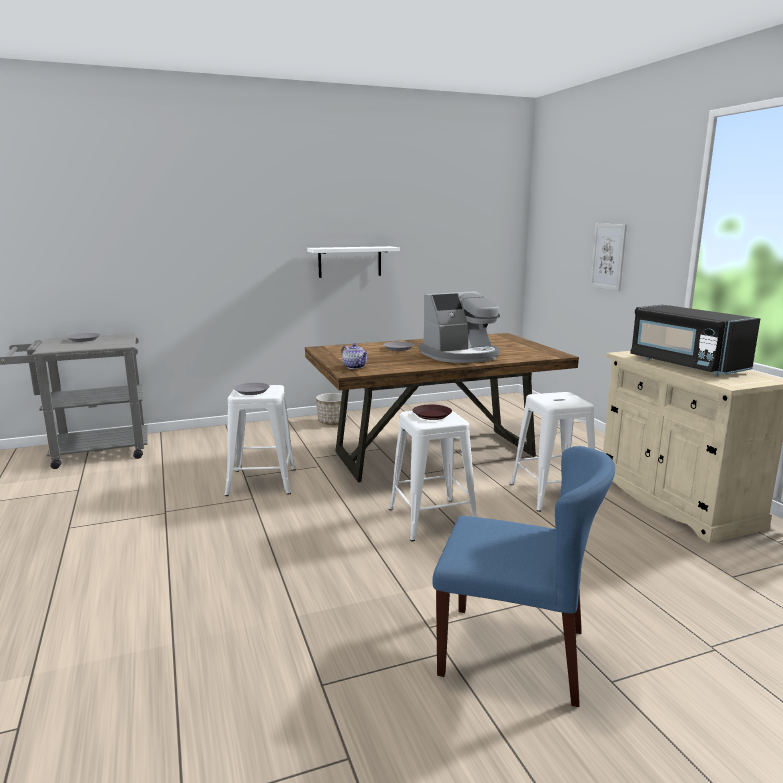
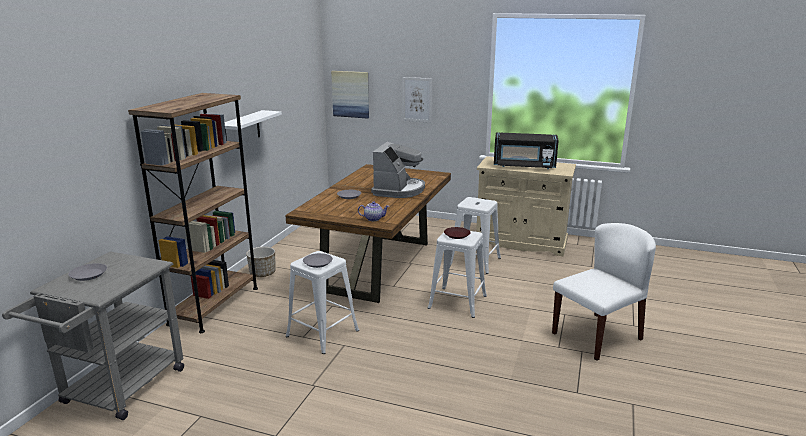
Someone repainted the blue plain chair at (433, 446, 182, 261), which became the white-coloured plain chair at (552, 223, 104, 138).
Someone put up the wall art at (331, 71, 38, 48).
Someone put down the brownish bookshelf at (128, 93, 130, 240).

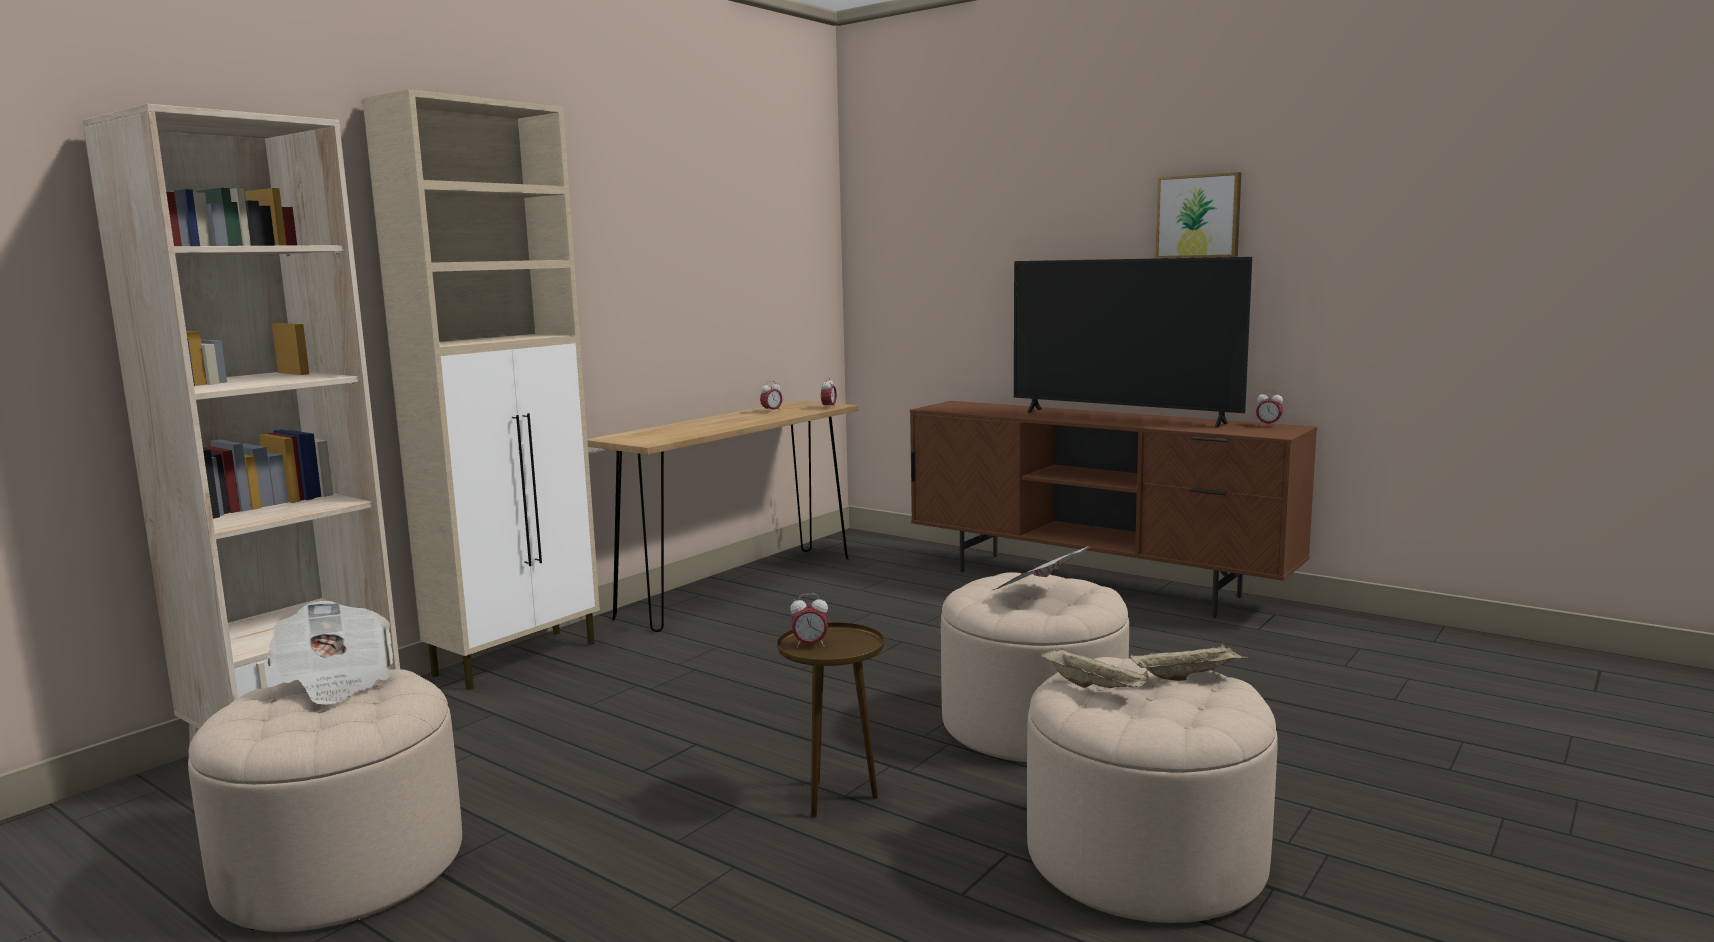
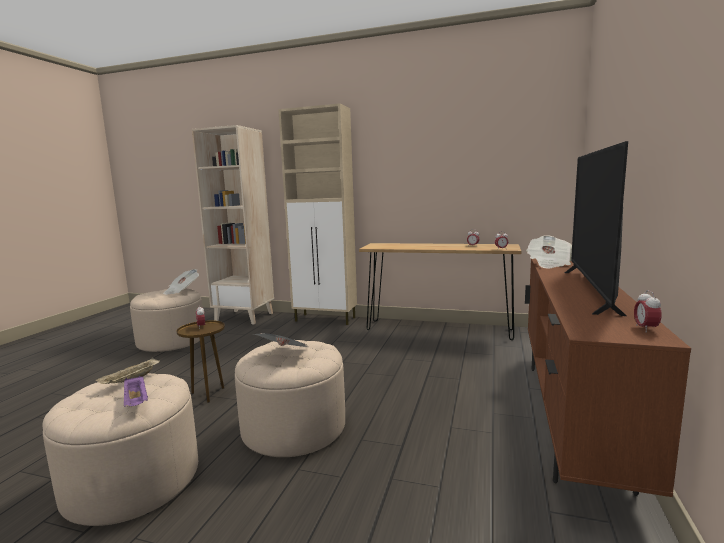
Someone took away the wall art at (1155, 172, 86, 86).
Someone repainted the beige-coloured serving tray at (1130, 643, 118, 38), which became the purplish serving tray at (124, 376, 24, 31).
Someone put down the daily paper at (526, 235, 46, 33).

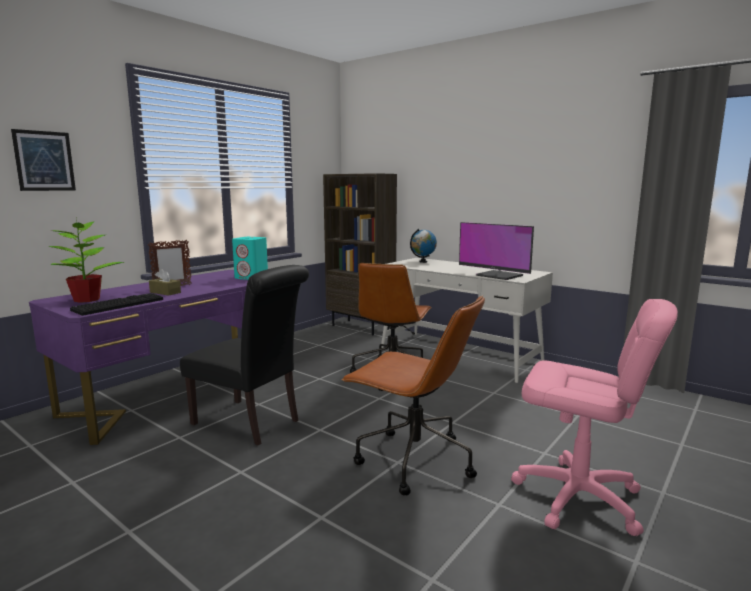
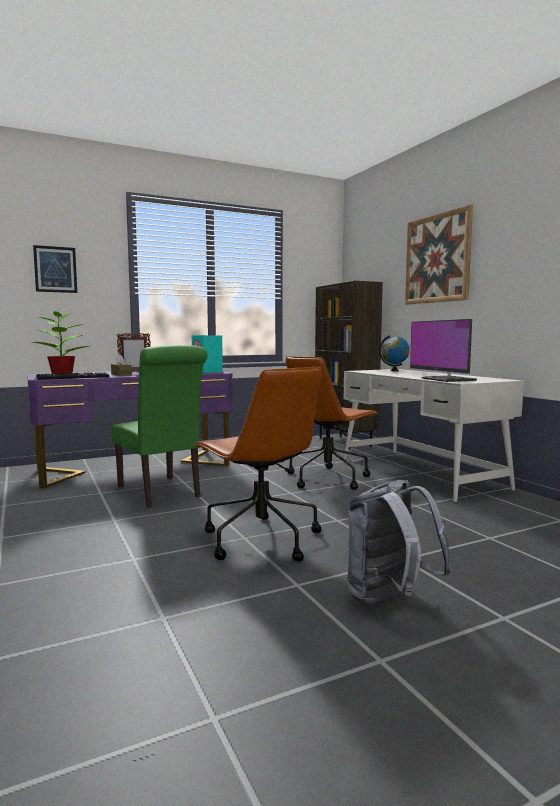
Someone repainted the blackish plain chair at (180, 265, 129, 180), which became the green plain chair at (111, 345, 96, 162).
Someone swapped the pink-coloured office chair at (511, 299, 167, 237) for the grey backpack at (347, 480, 105, 124).
Someone put up the wall art at (405, 205, 68, 100).

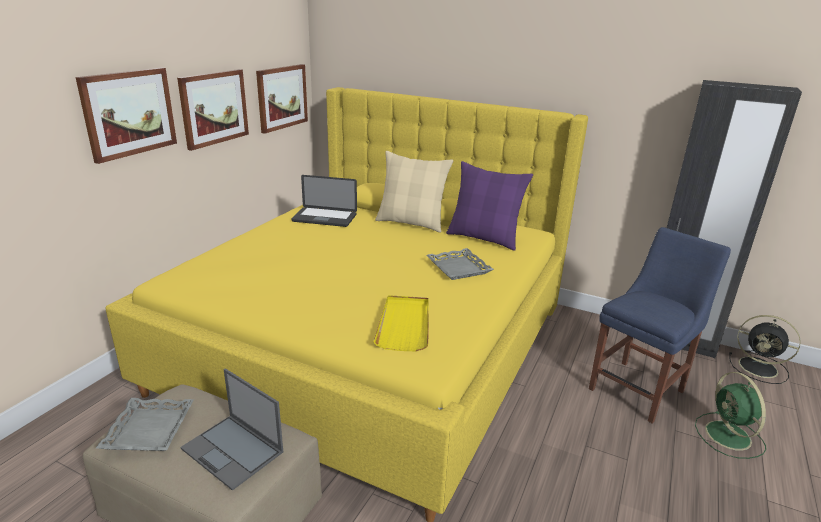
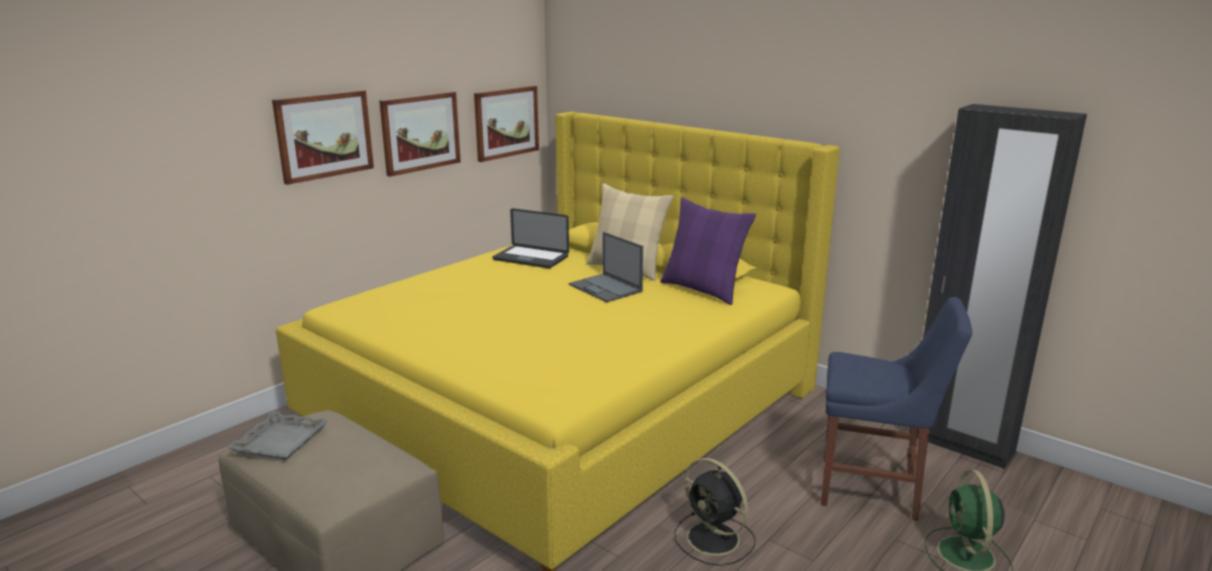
Someone rotated the blue plain chair at (589, 227, 142, 196) by 45 degrees clockwise.
Someone took away the grey serving tray at (427, 248, 67, 32).
Someone took away the yellow serving tray at (373, 295, 56, 56).
Someone carried the blackish electric fan from (729, 315, 72, 69) to (674, 458, 82, 108).
Someone carried the portable computer from (180, 368, 103, 123) to (569, 232, 74, 70).

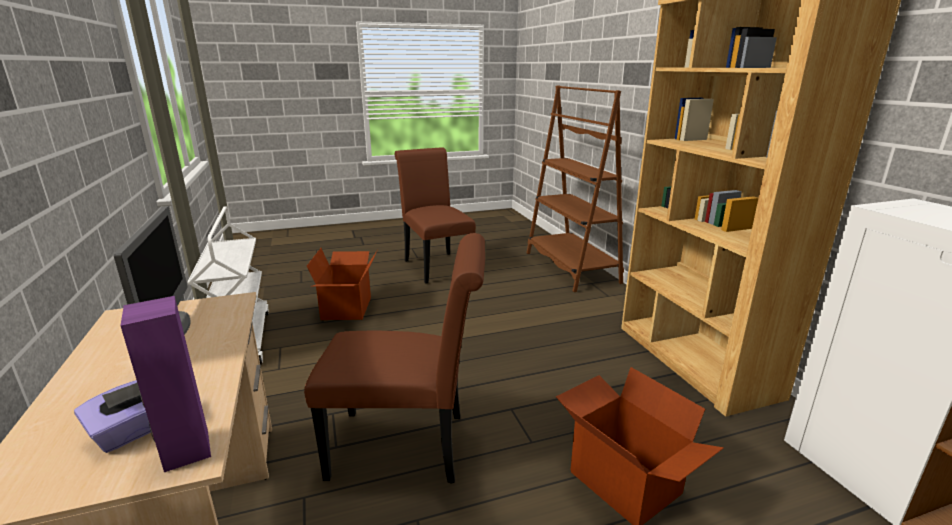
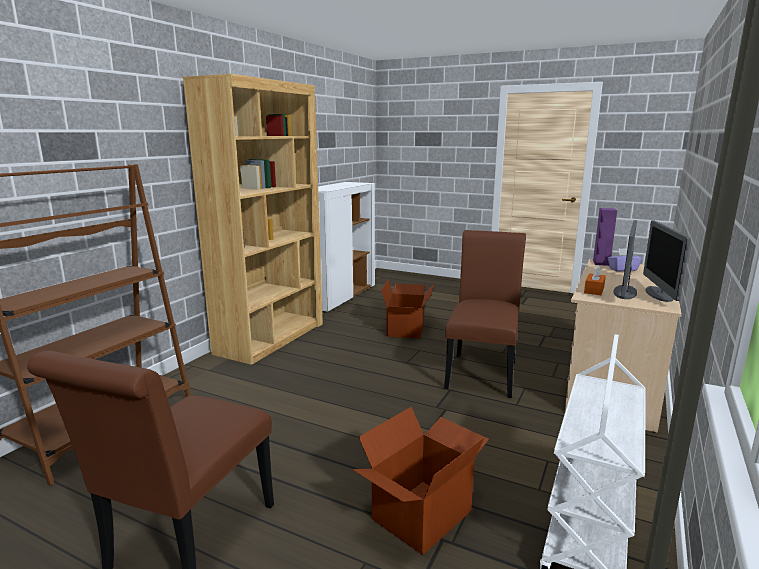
Someone rotated the brownish plain chair at (304, 233, 181, 250) by 60 degrees clockwise.
Someone put down the monitor at (643, 221, 48, 81).
Someone put down the orange-coloured box of tissues at (584, 266, 22, 29).

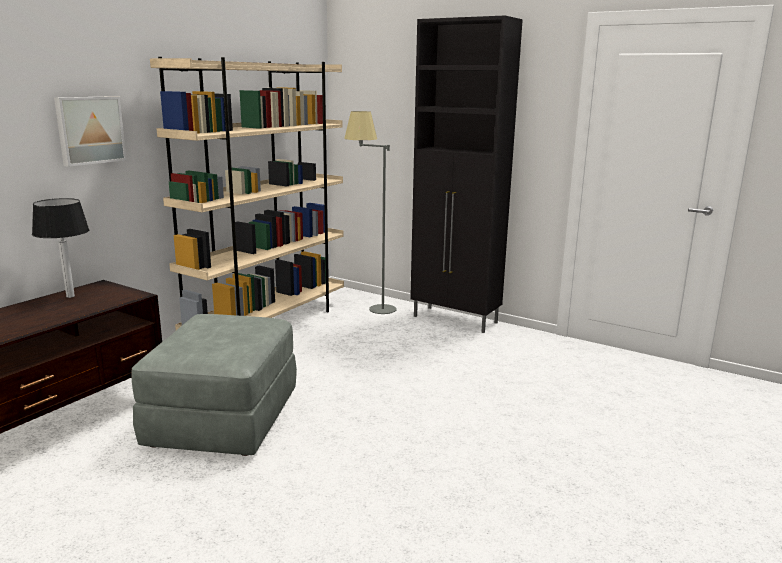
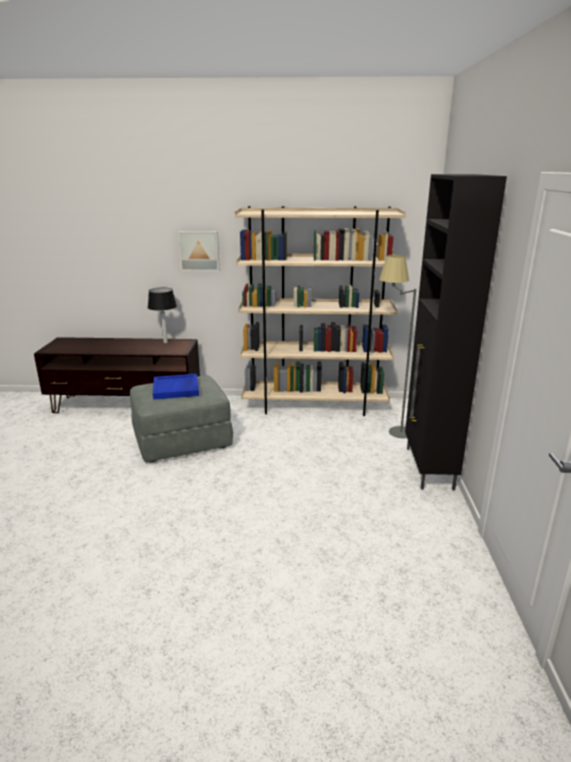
Someone put down the blue serving tray at (153, 374, 46, 26).

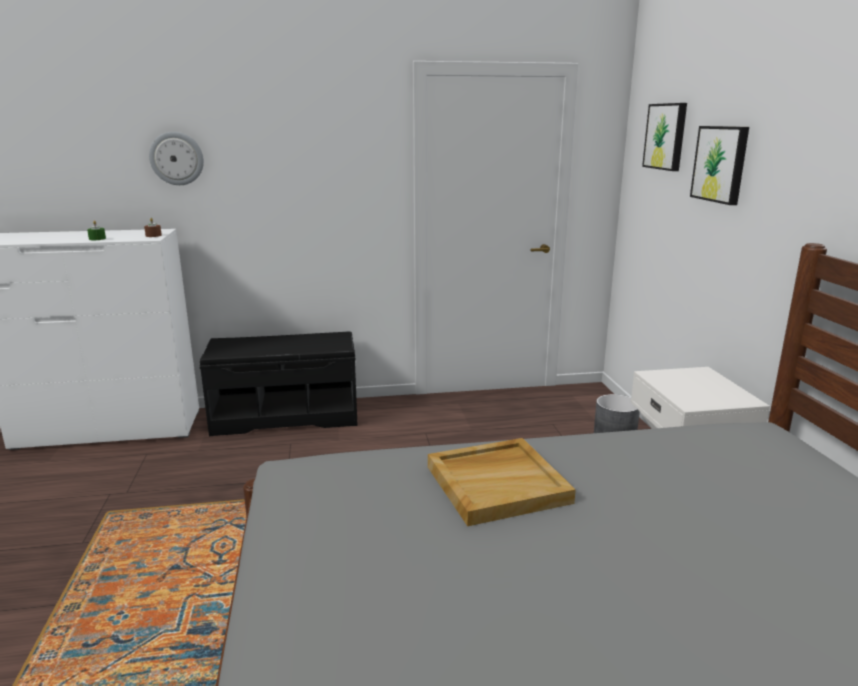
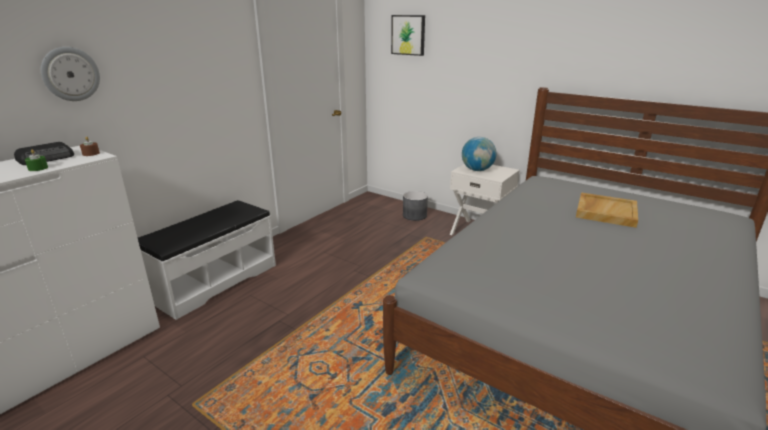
Someone took away the wall art at (690, 126, 59, 79).
Someone repainted the blackish indoor bench at (199, 331, 159, 105), which became the white-coloured indoor bench at (138, 200, 138, 120).
Someone carried the beige-coloured serving tray from (428, 438, 148, 88) to (576, 192, 62, 36).
Someone put down the world globe at (462, 137, 35, 34).
Someone put down the radio set at (14, 142, 60, 23).

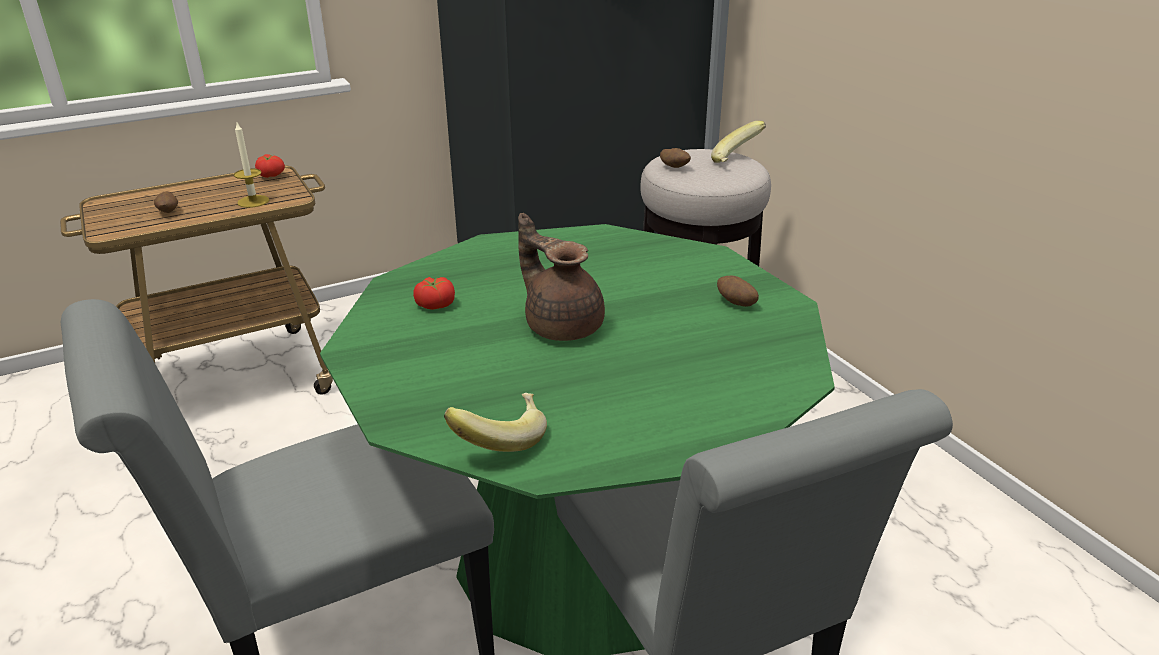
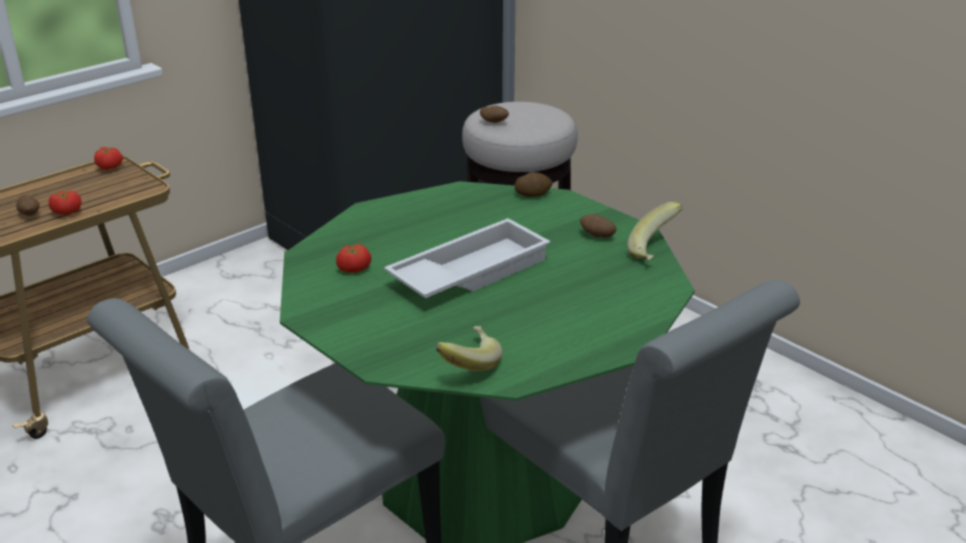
Someone carried the banana fruit from (711, 121, 55, 42) to (627, 202, 56, 59).
Someone took away the candle at (234, 123, 35, 85).
Someone swapped the brownish pot for tea at (518, 213, 87, 128) for the white-coloured serving tray at (384, 218, 167, 80).
Someone put down the potato at (515, 172, 38, 25).
Someone put down the tomato at (49, 191, 33, 24).

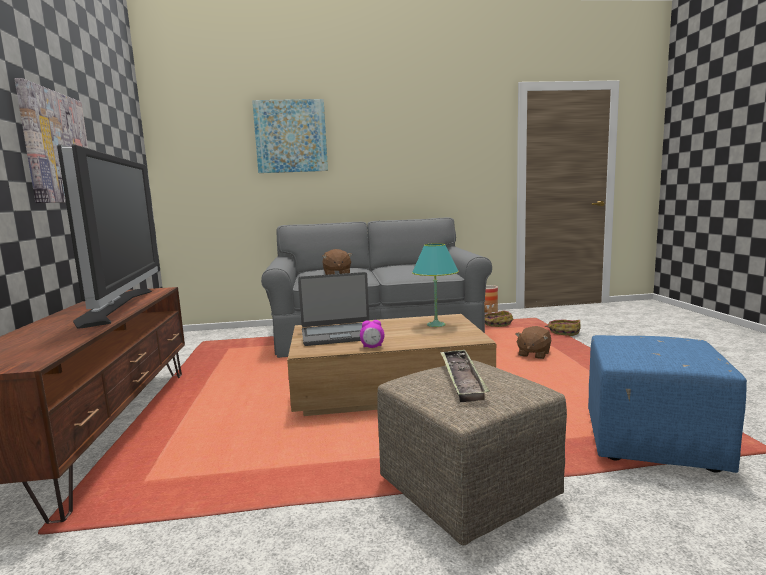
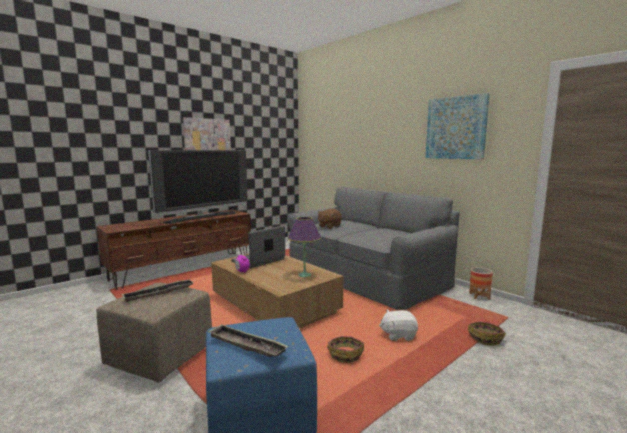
Someone carried the wall art from (252, 99, 76, 74) to (426, 93, 64, 66).
Someone repainted the turquoise lamp for a table at (412, 243, 47, 84), which became the purplish lamp for a table at (288, 217, 33, 60).
Someone rotated the portable computer at (298, 272, 71, 74) by 90 degrees clockwise.
Someone carried the basket from (485, 310, 28, 17) to (327, 336, 37, 27).
Someone repainted the brownish cuddly toy at (515, 326, 36, 33), which became the white-coloured cuddly toy at (379, 309, 39, 32).
Someone put down the serving tray at (207, 324, 81, 33).

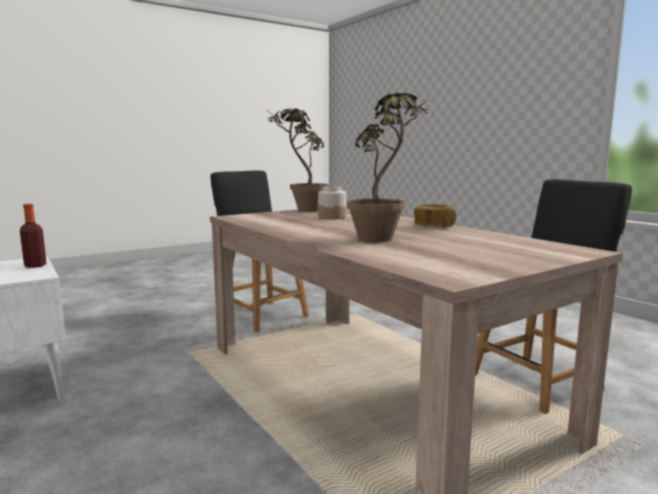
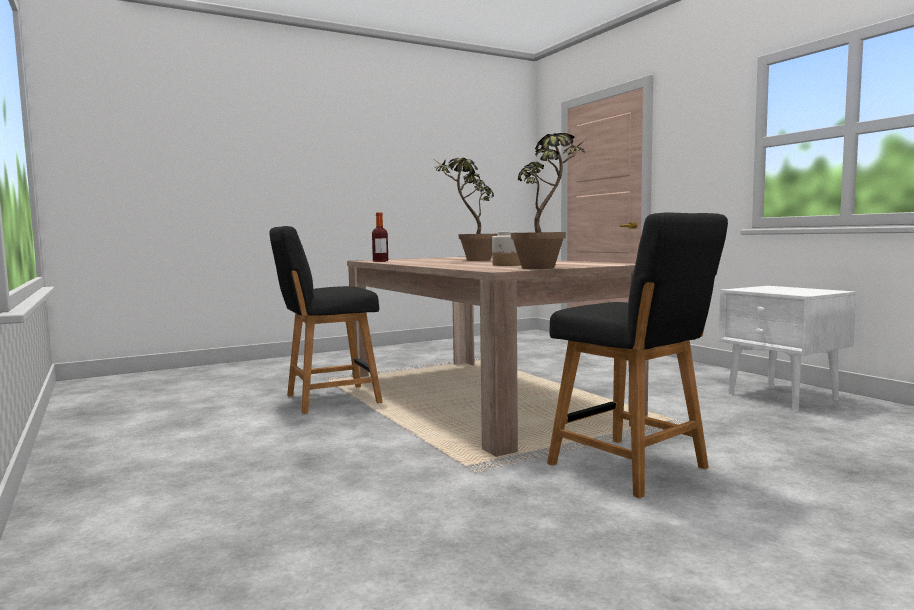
Someone carried the drink bottle from (20, 204, 27, 64) to (372, 213, 16, 49).
Someone took away the bread at (414, 204, 42, 23).

